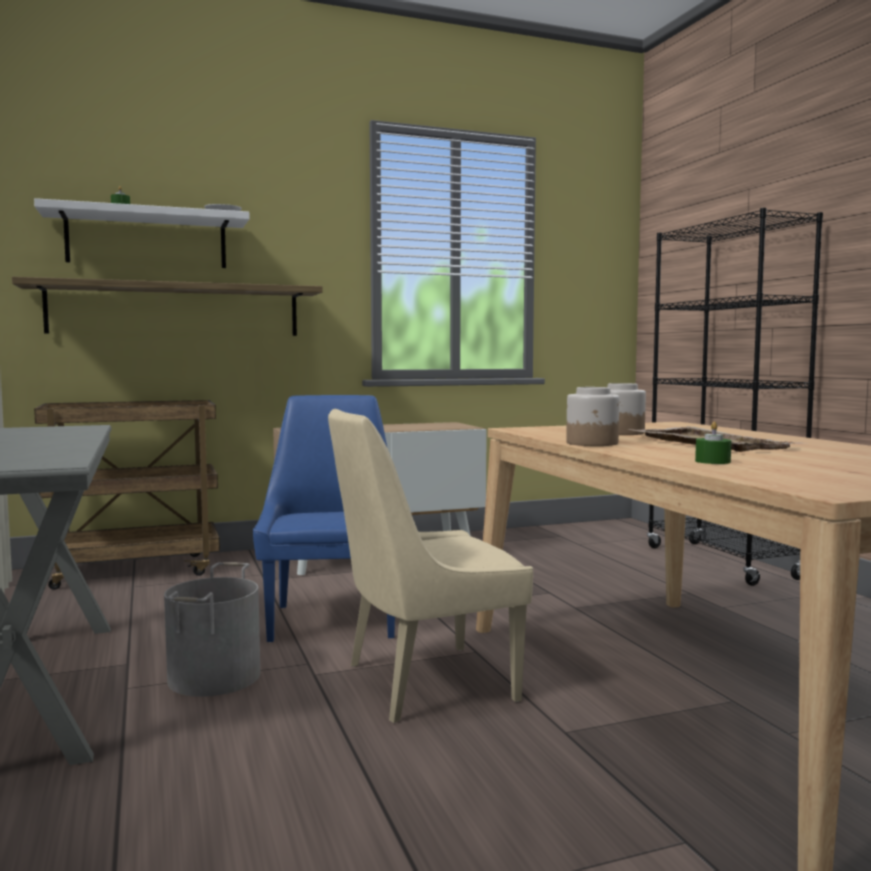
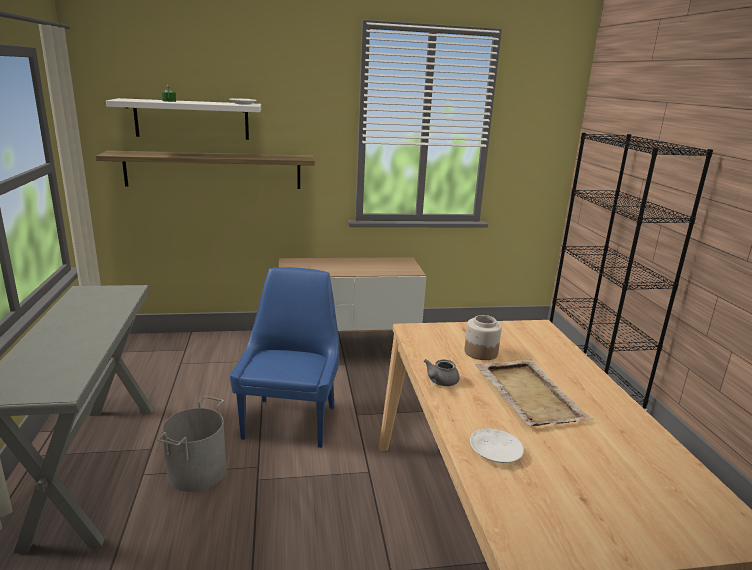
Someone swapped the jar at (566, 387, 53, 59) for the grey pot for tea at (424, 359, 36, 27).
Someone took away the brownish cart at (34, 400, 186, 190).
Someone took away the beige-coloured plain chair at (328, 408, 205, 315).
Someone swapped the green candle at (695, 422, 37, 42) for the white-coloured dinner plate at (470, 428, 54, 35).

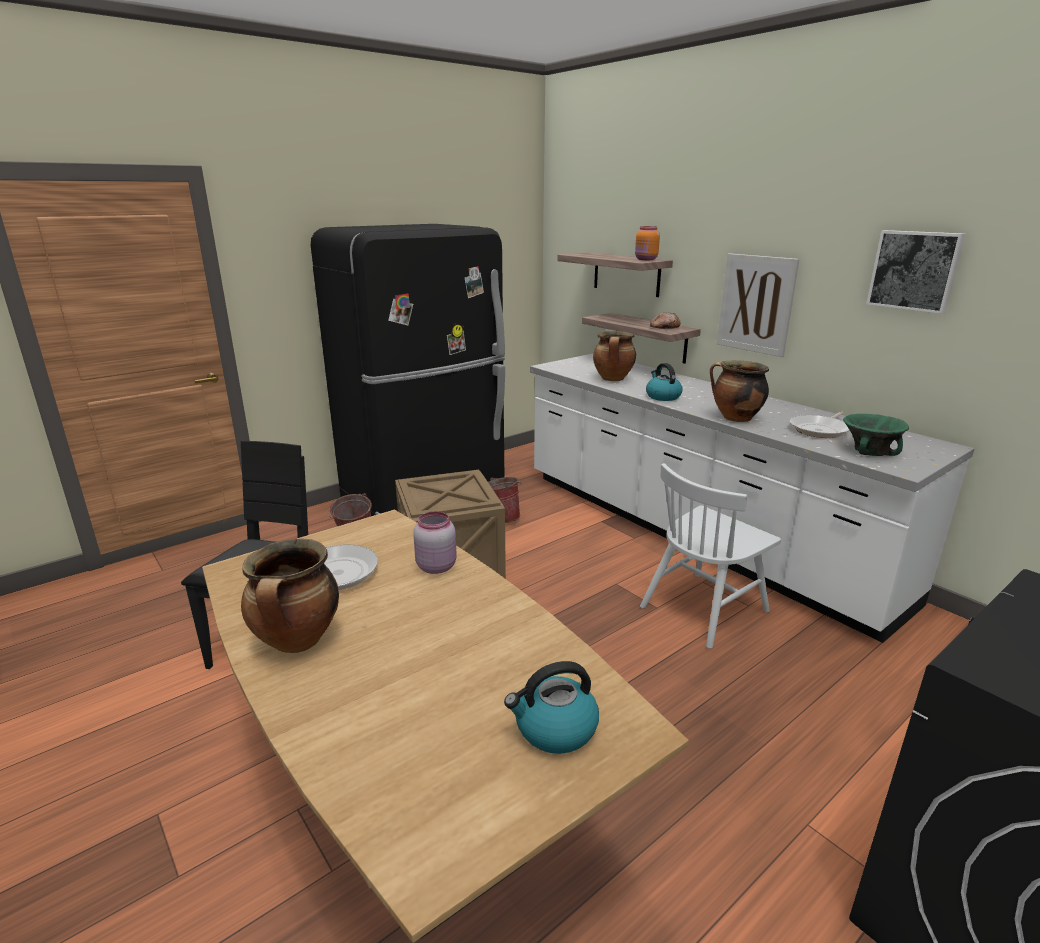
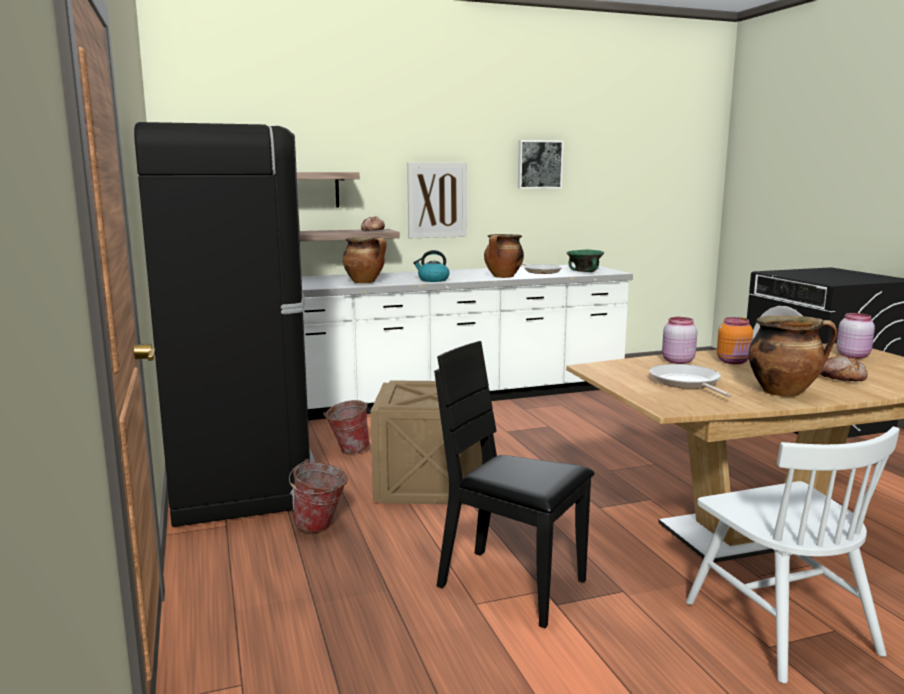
Someone carried the orange-coloured jar from (635, 226, 25, 34) to (717, 317, 36, 47).
Someone carried the white-coloured plain chair from (640, 463, 141, 186) to (686, 426, 213, 258).
Someone swapped the tea kettle at (504, 661, 95, 93) for the pink-coloured jar at (837, 313, 38, 46).
Someone put down the bread at (820, 356, 48, 25).

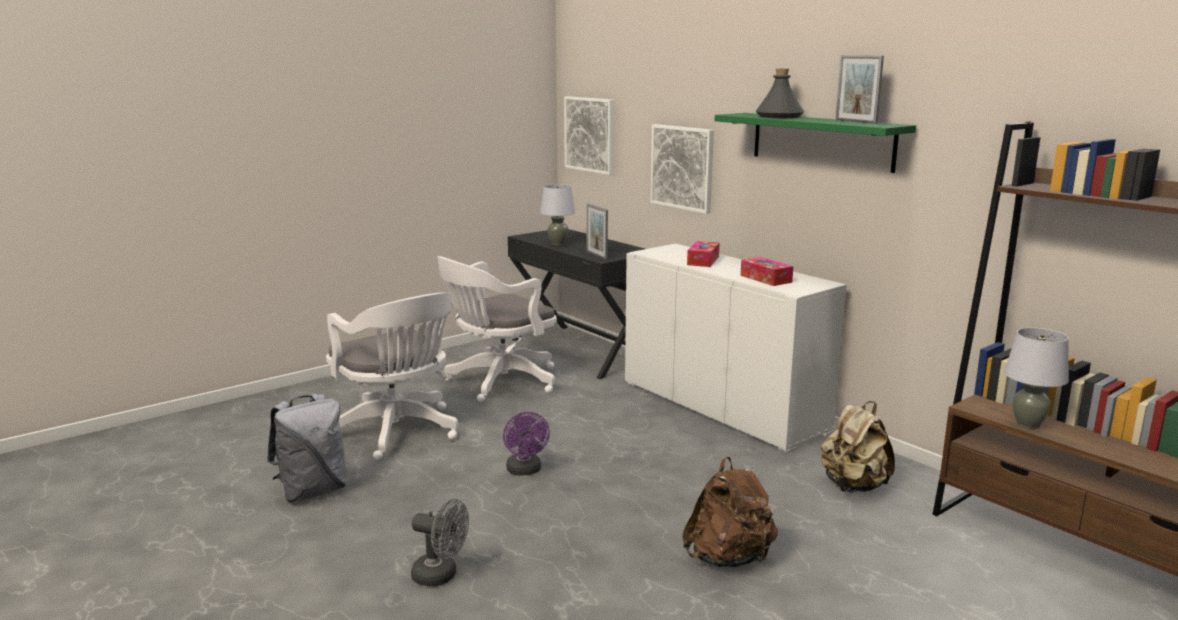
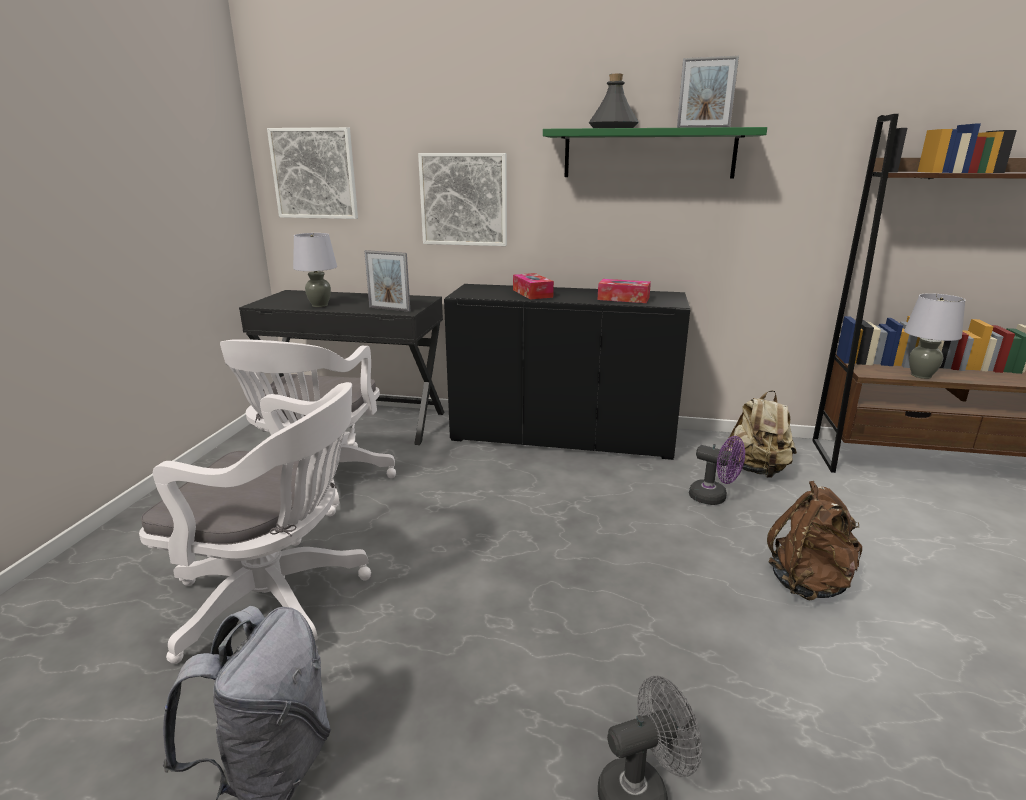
Someone repainted the white-coloured storage cabinet at (625, 244, 222, 209), which became the blackish storage cabinet at (444, 284, 246, 176).
Someone carried the purplish electric fan from (503, 412, 47, 64) to (689, 436, 56, 69).

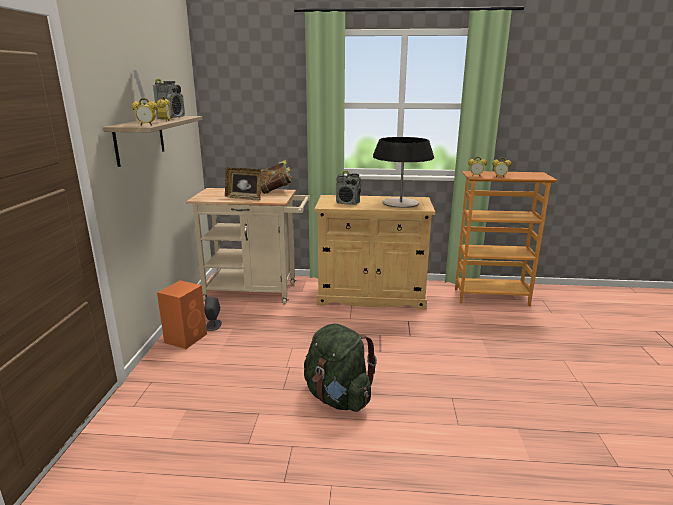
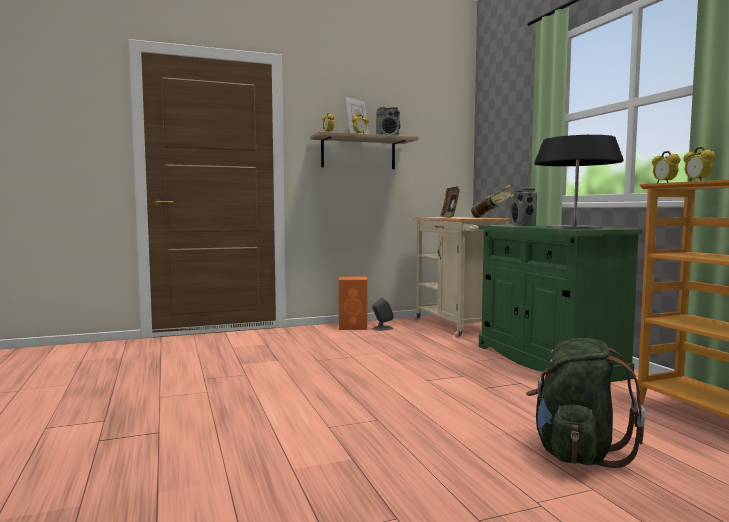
Someone repainted the beige-coloured storage cabinet at (314, 195, 121, 114), which became the green storage cabinet at (478, 225, 164, 157).
Someone carried the green backpack from (304, 324, 73, 88) to (526, 338, 119, 130).

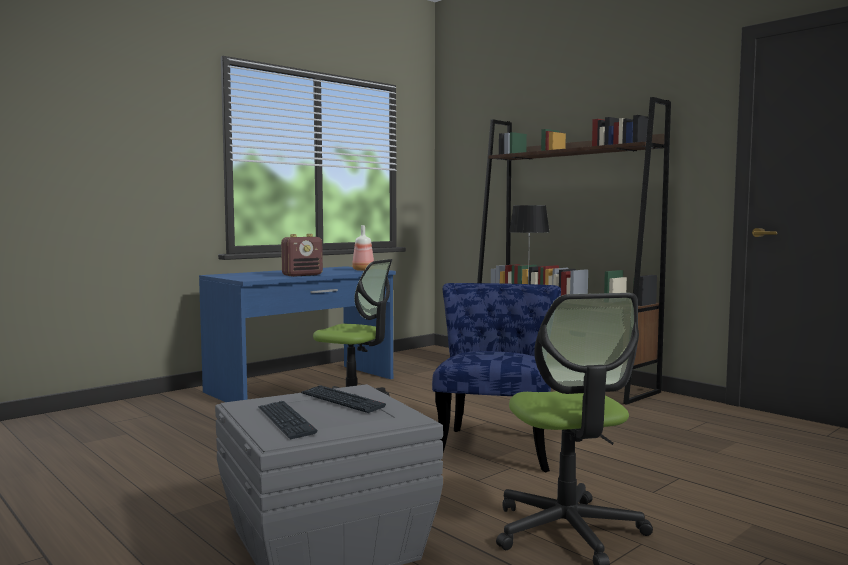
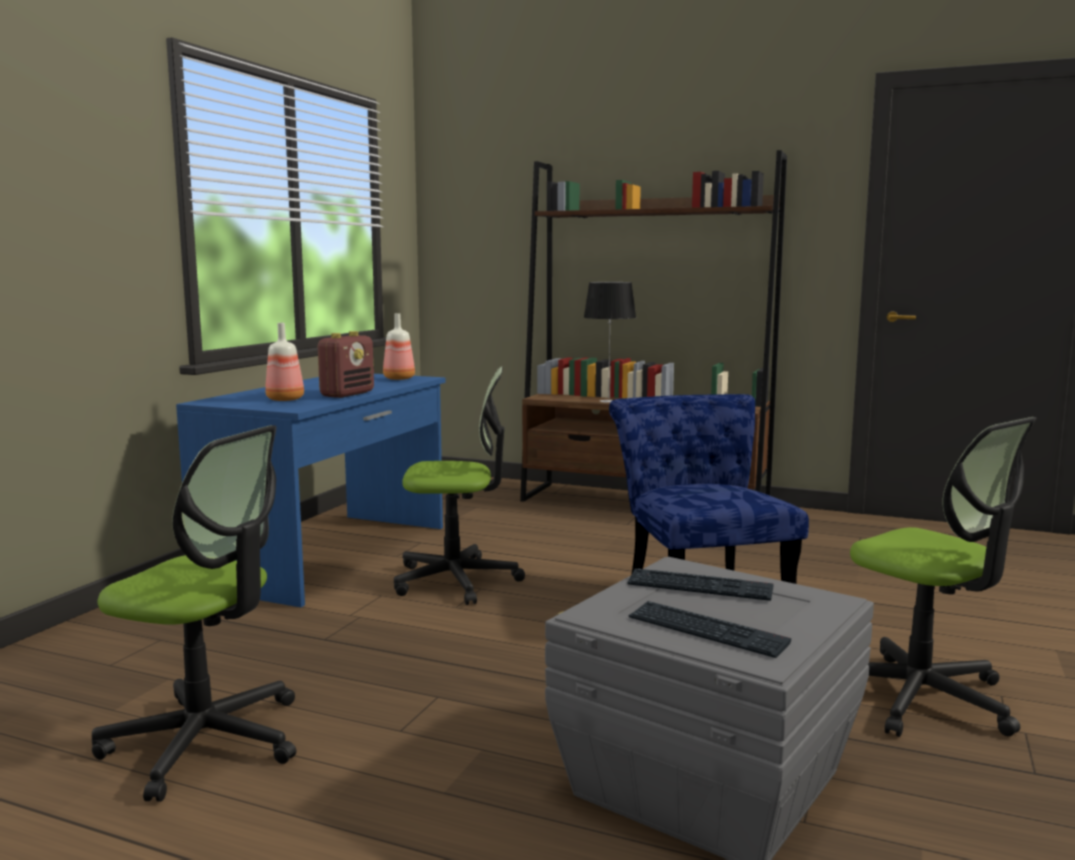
Someone put down the drink bottle at (265, 323, 39, 78).
Someone put down the office chair at (92, 425, 204, 377).

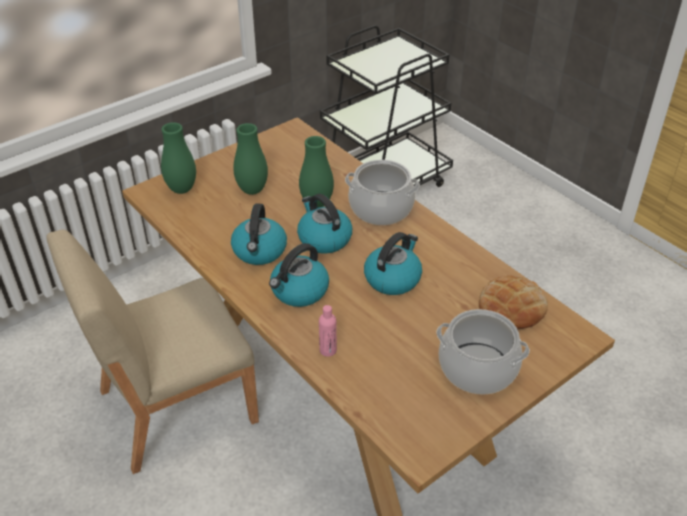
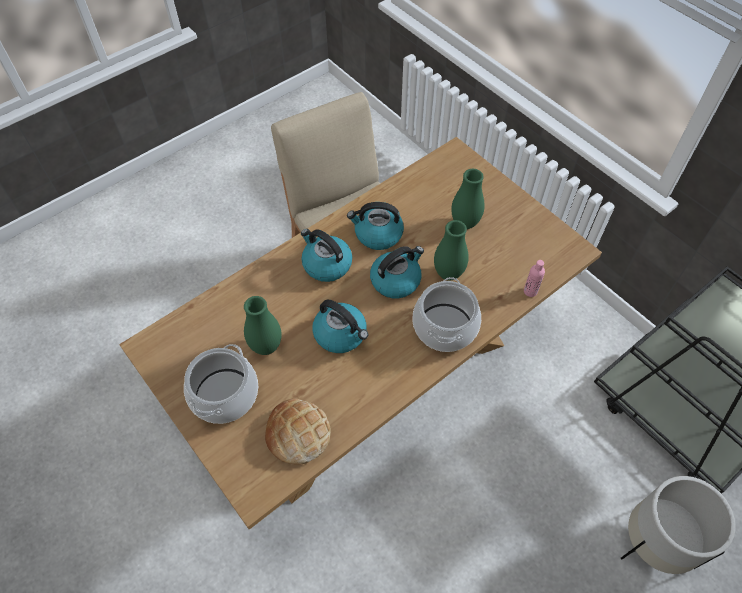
Someone carried the green decorative vase from (161, 122, 35, 72) to (244, 296, 38, 59).
Someone carried the pink-coloured drink bottle from (319, 305, 18, 52) to (524, 260, 21, 37).
Someone put down the white-coloured flower pot at (621, 476, 115, 98).

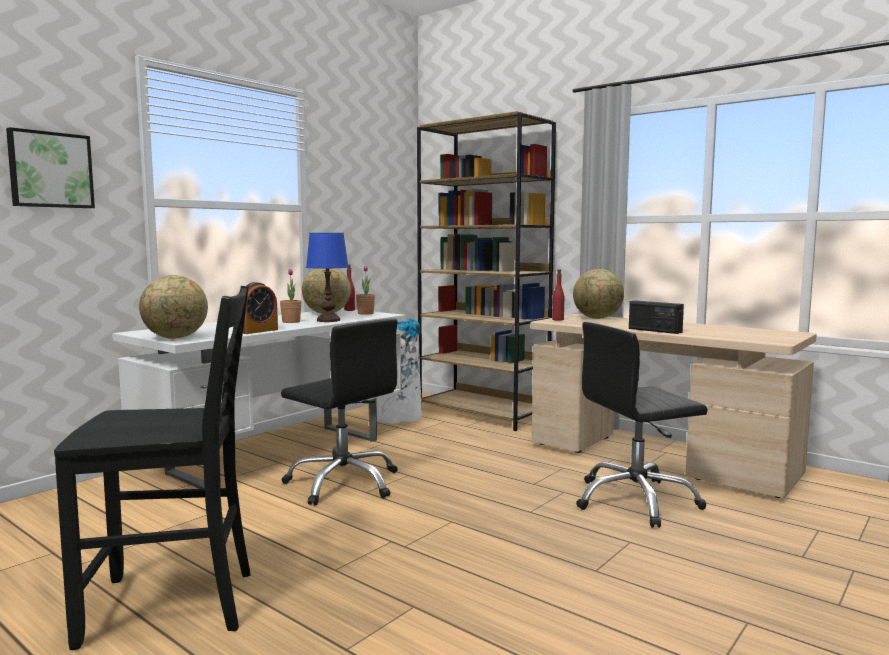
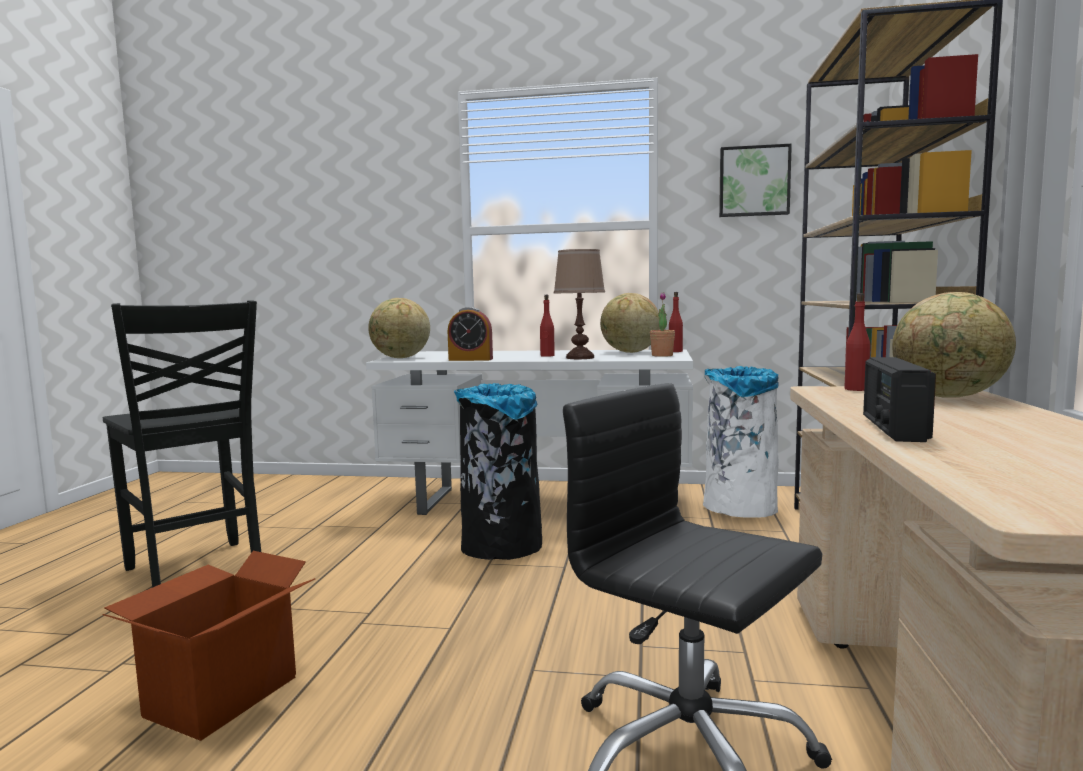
Someone carried the wall art from (6, 127, 89, 81) to (719, 144, 73, 73).
Someone repainted the blue lamp for a table at (306, 233, 43, 89), which became the brownish lamp for a table at (554, 249, 51, 110).
Someone swapped the plant in a pot at (280, 269, 21, 54) for the red drink bottle at (540, 295, 15, 62).
Someone swapped the blackish office chair at (281, 319, 117, 187) for the blackish waste bin at (454, 383, 88, 177).
Someone put down the carton at (102, 551, 213, 190).

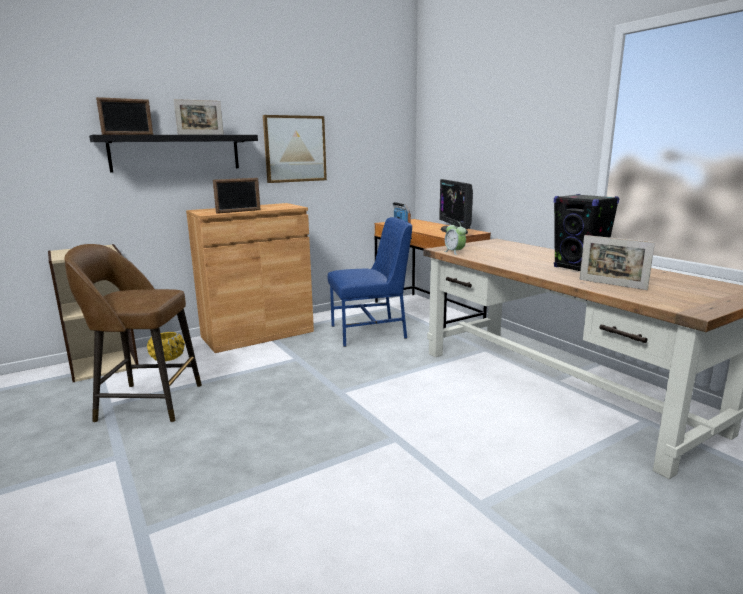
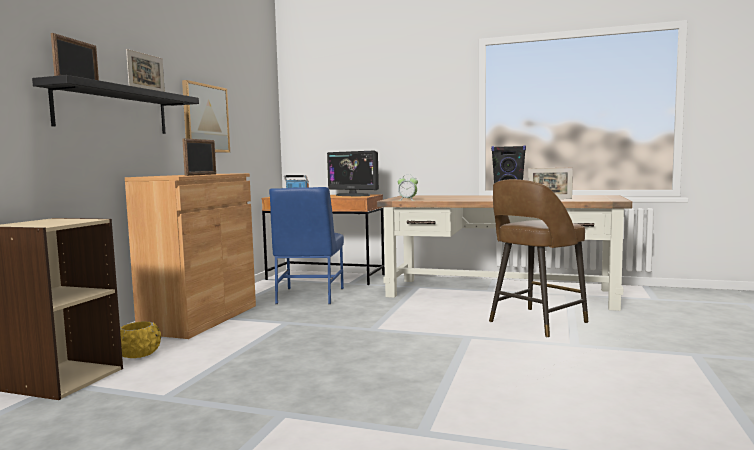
Someone rotated the blue plain chair at (327, 217, 85, 130) by 150 degrees clockwise.
Someone carried the brownish stool from (64, 244, 138, 179) to (489, 179, 99, 159).

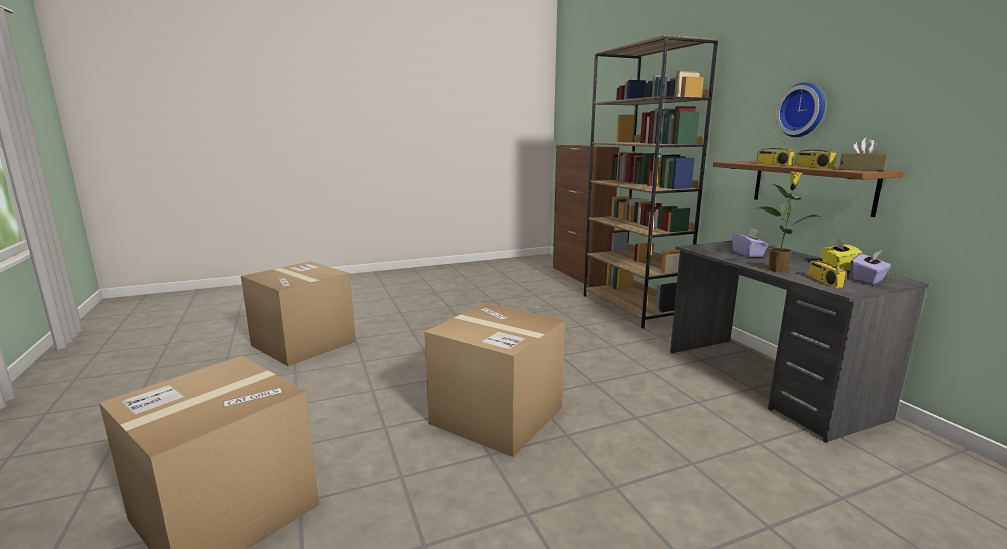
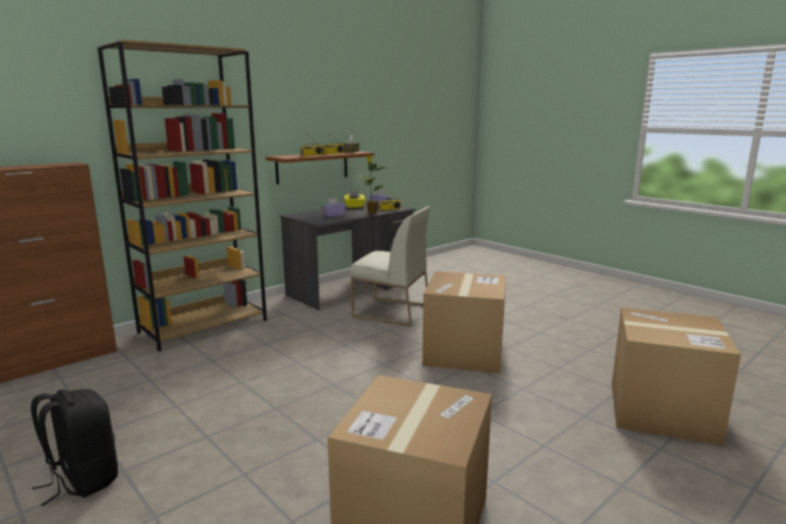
Someone took away the clock on the wall at (776, 82, 49, 55).
Someone put down the white-coloured plain chair at (350, 206, 80, 120).
Someone put down the blackish backpack at (31, 389, 87, 117).

